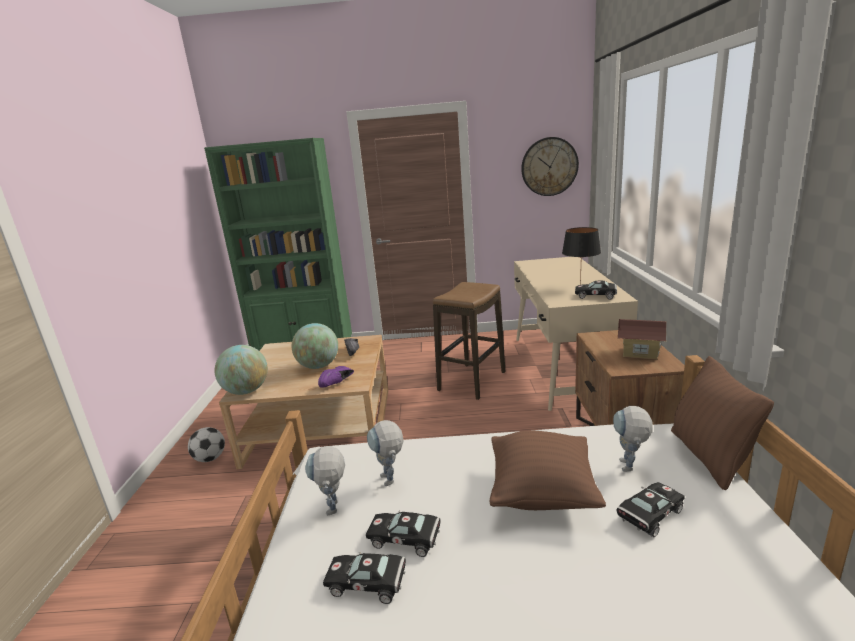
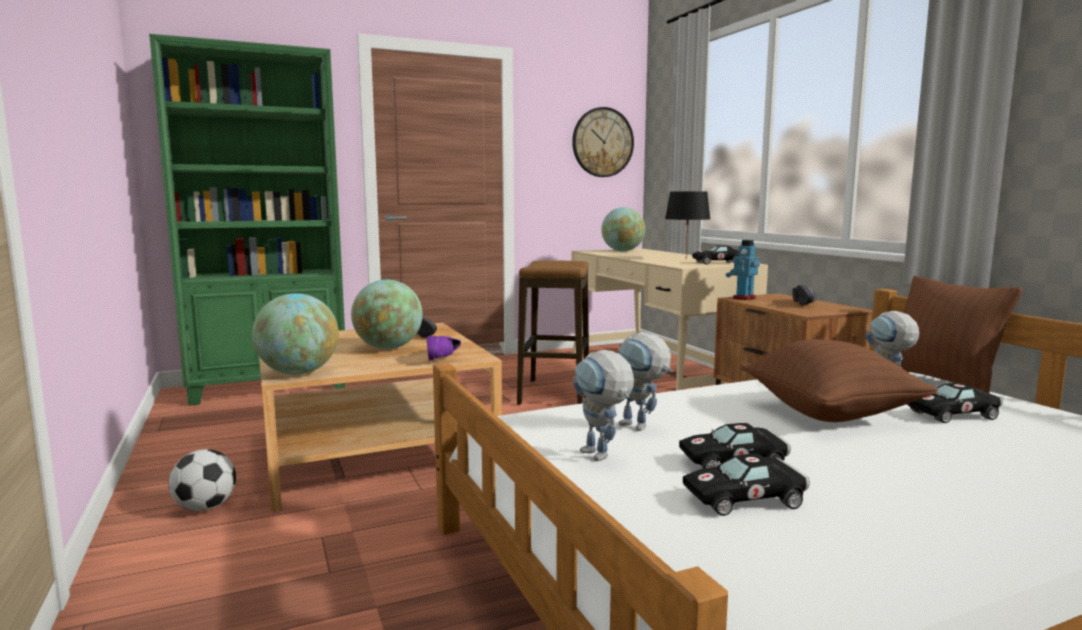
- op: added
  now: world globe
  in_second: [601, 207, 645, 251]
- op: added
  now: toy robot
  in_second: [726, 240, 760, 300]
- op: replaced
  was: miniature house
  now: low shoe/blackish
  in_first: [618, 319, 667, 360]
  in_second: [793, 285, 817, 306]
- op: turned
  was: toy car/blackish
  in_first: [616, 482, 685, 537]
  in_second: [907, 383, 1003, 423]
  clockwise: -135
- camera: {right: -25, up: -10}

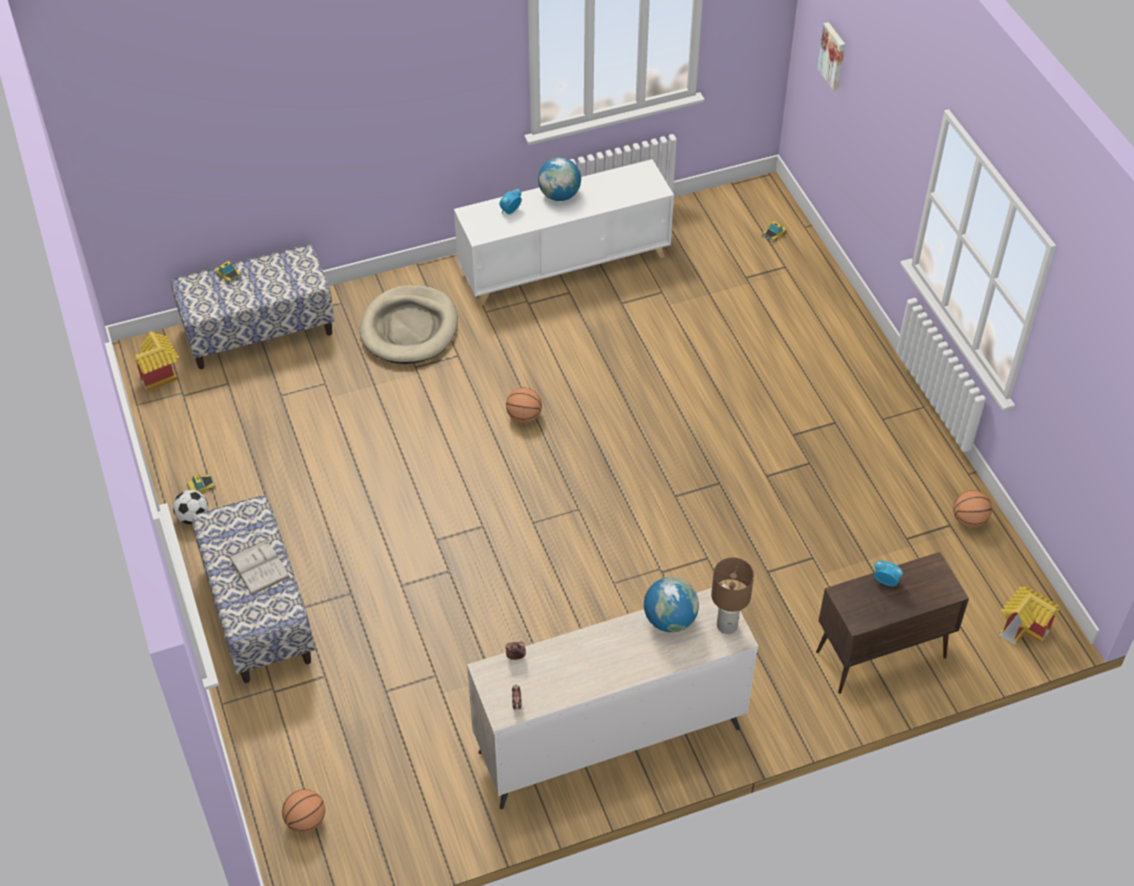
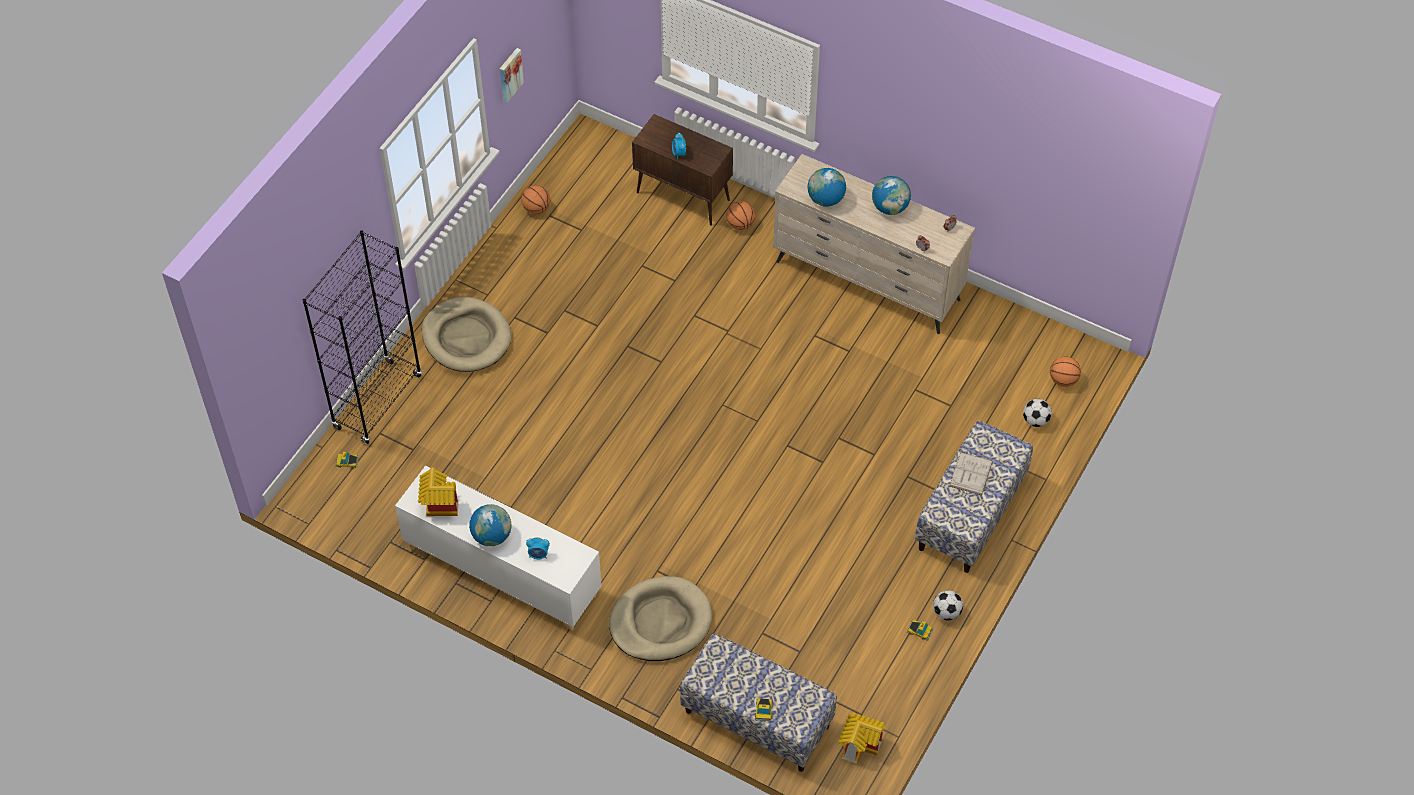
- op: removed
  was: lamp for a table/brown
  in_first: [711, 557, 754, 634]
- op: added
  now: bookshelf/blackish
  in_second: [303, 230, 422, 444]
- op: added
  now: pet bed/sand-coloured
  in_second: [422, 297, 512, 372]
- op: added
  now: world globe
  in_second: [872, 176, 911, 215]
- op: added
  now: ball for football
  in_second: [1023, 399, 1052, 427]
- op: moved
  was: ball for basketball
  in_first: [506, 388, 542, 423]
  in_second: [726, 201, 755, 230]
- op: moved
  was: wall art
  in_first: [817, 22, 845, 91]
  in_second: [500, 48, 524, 103]
- op: moved
  was: miniature house
  in_first: [999, 586, 1059, 645]
  in_second: [418, 468, 459, 516]
- camera: {right: -130, up: 5}

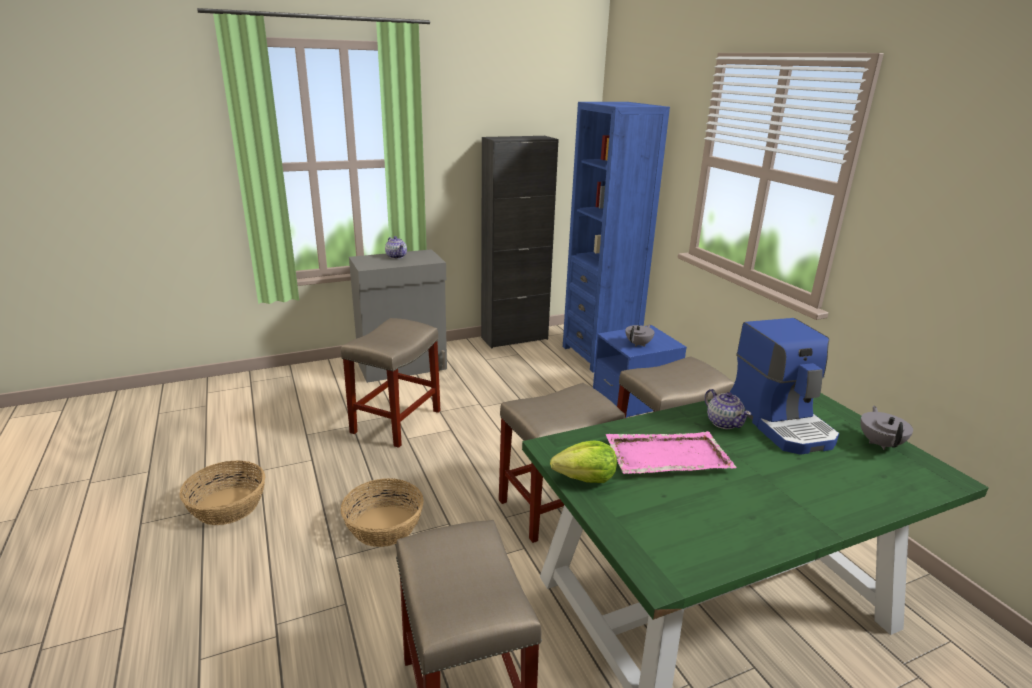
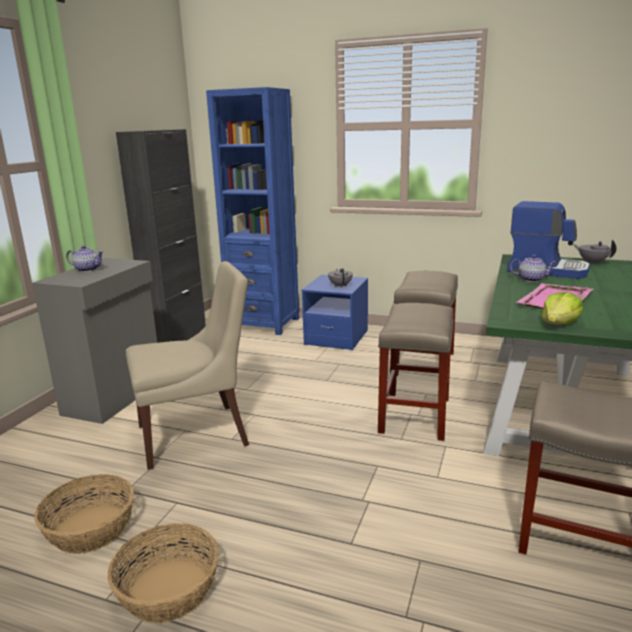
- op: moved
  was: storage basket
  in_first: [340, 478, 424, 547]
  in_second: [34, 474, 134, 554]
- op: replaced
  was: sitting stool/sand-coloured
  now: chair/sand-coloured
  in_first: [341, 318, 440, 448]
  in_second: [126, 261, 249, 470]
- camera: {right: -45, up: -5}

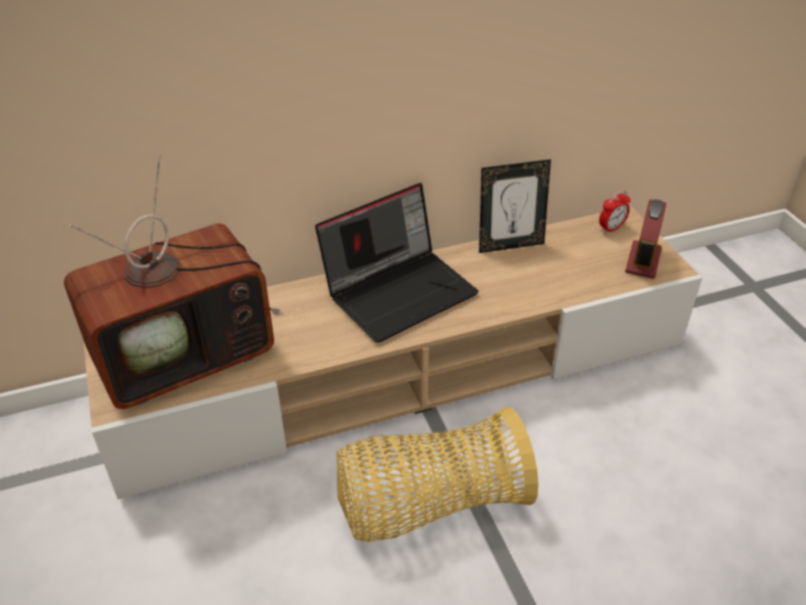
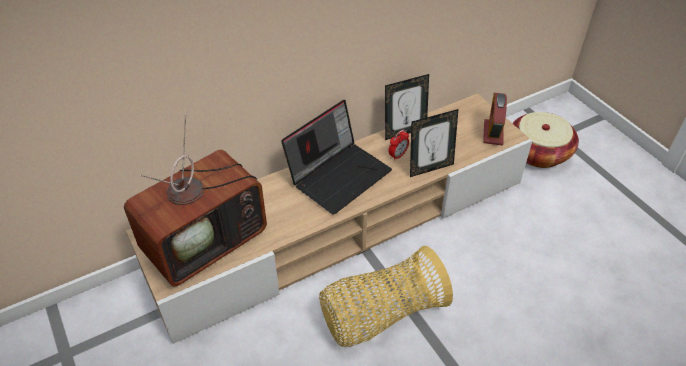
- op: added
  now: picture frame
  in_second: [410, 109, 458, 177]
- op: added
  now: storage basket
  in_second: [512, 112, 579, 168]
- op: moved
  was: table clock
  in_first: [599, 190, 630, 234]
  in_second: [388, 130, 409, 161]
- camera: {right: -10, up: 5}

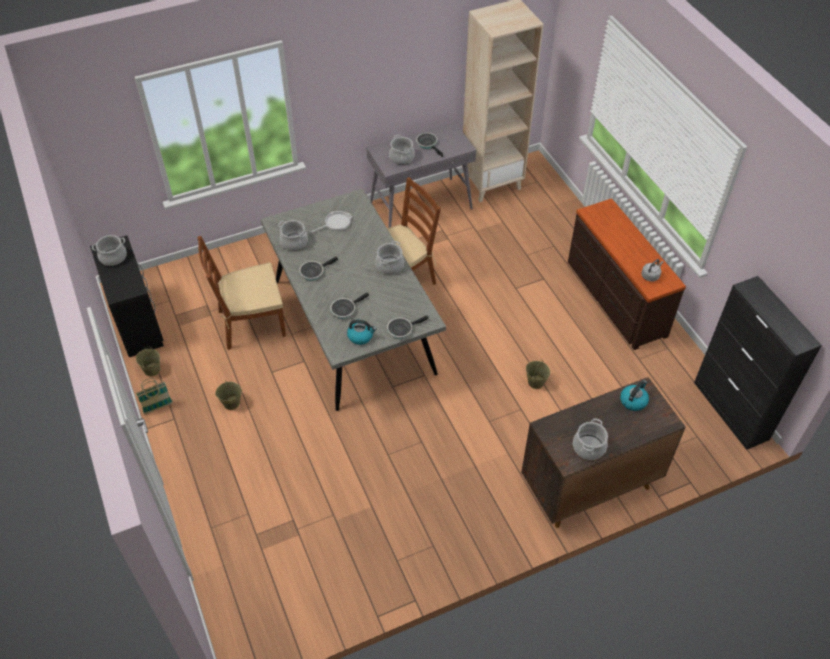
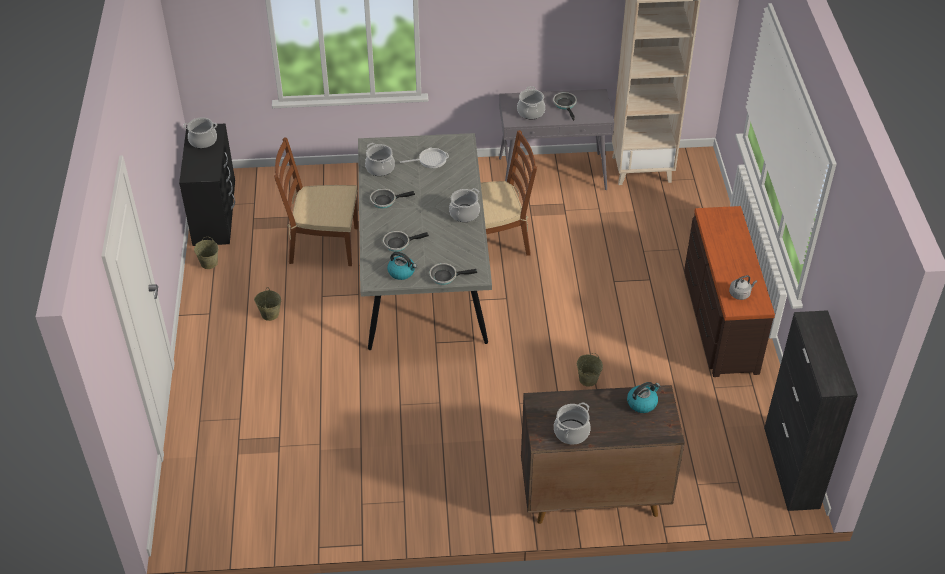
- op: removed
  was: storage basket
  in_first: [136, 378, 173, 414]
- camera: {right: 20, up: -5}

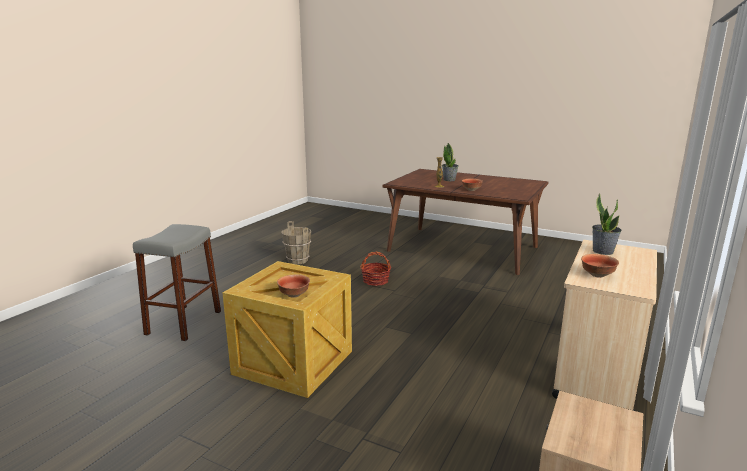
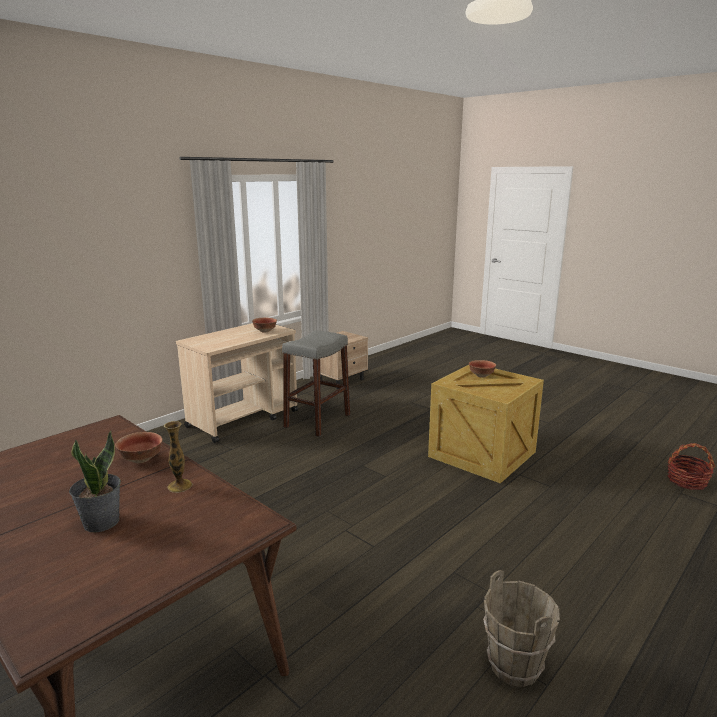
- op: removed
  was: plant in a pot
  in_first: [592, 193, 622, 255]
- op: moved
  was: sitting stool/grey
  in_first: [133, 224, 221, 341]
  in_second: [282, 330, 350, 437]
- op: moved
  was: storage basket
  in_first: [360, 252, 391, 286]
  in_second: [668, 443, 715, 490]
- camera: {right: -165, up: 0}

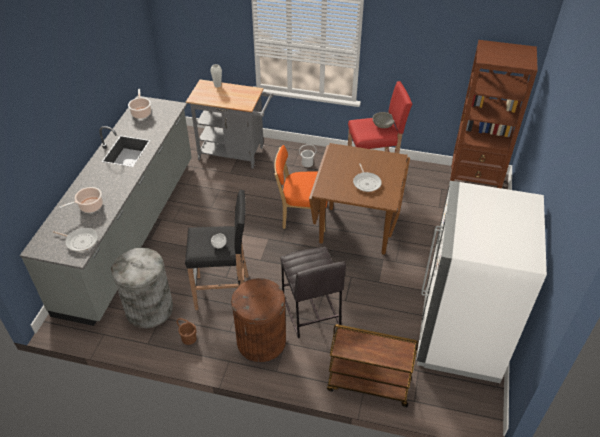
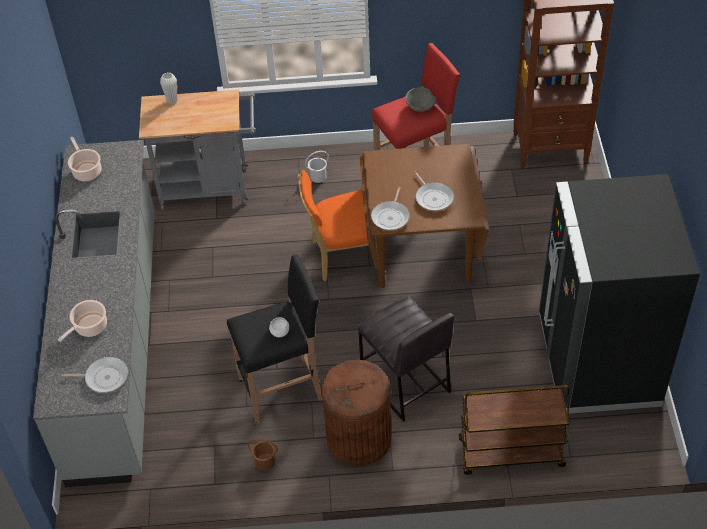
- op: removed
  was: waste bin/grey
  in_first: [111, 248, 173, 328]
- op: added
  now: skillet
  in_second: [371, 187, 410, 230]
- op: recoloured
  was: refrigerator/white
  now: refrigerator/blackish
  in_first: [416, 181, 547, 383]
  in_second: [539, 174, 700, 414]
- camera: {right: -15, up: 5}

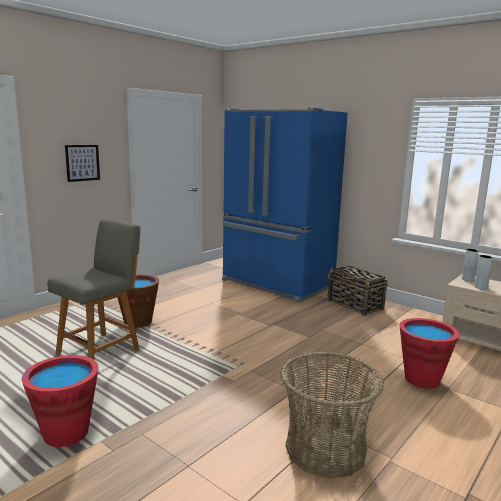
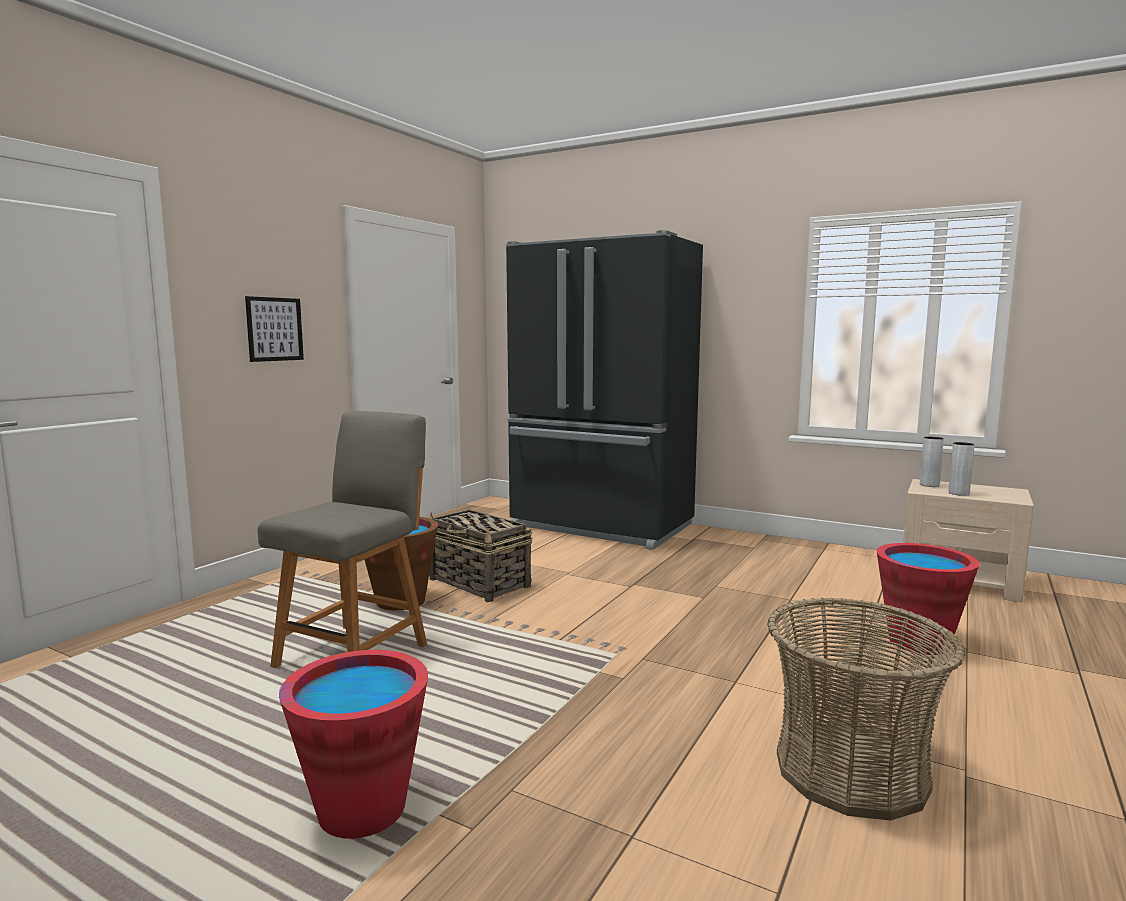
- op: moved
  was: storage basket
  in_first: [327, 266, 388, 316]
  in_second: [429, 510, 532, 602]
- op: recoloured
  was: refrigerator/blue-coloured
  now: refrigerator/blackish
  in_first: [222, 108, 348, 303]
  in_second: [506, 230, 703, 550]
- camera: {right: -10, up: -5}

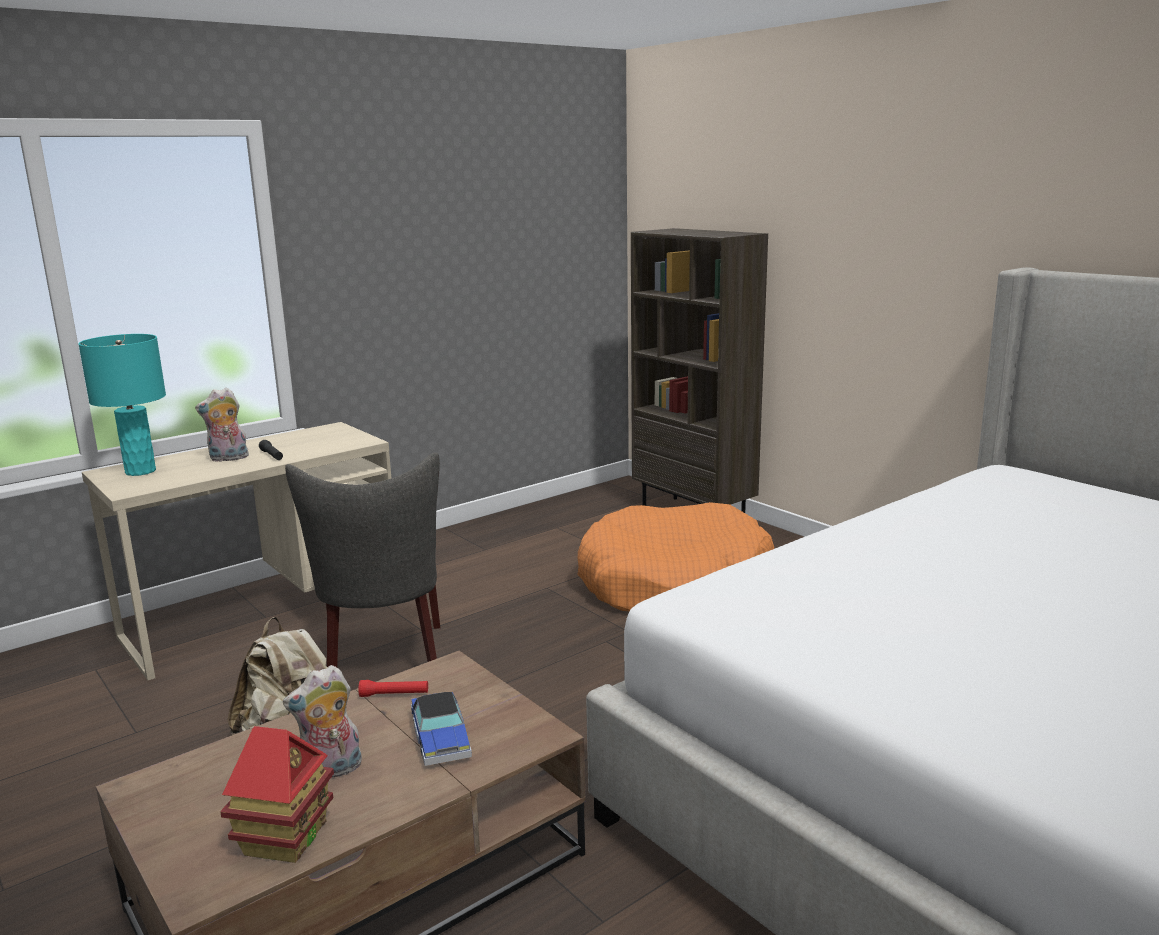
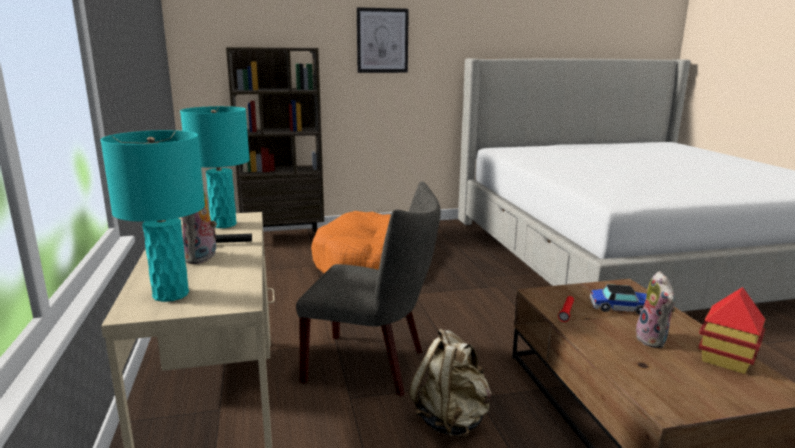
- op: added
  now: lamp for a table/blue-green
  in_second: [180, 106, 250, 228]
- op: added
  now: wall art
  in_second: [357, 7, 409, 73]
- camera: {right: -65, up: 0}

